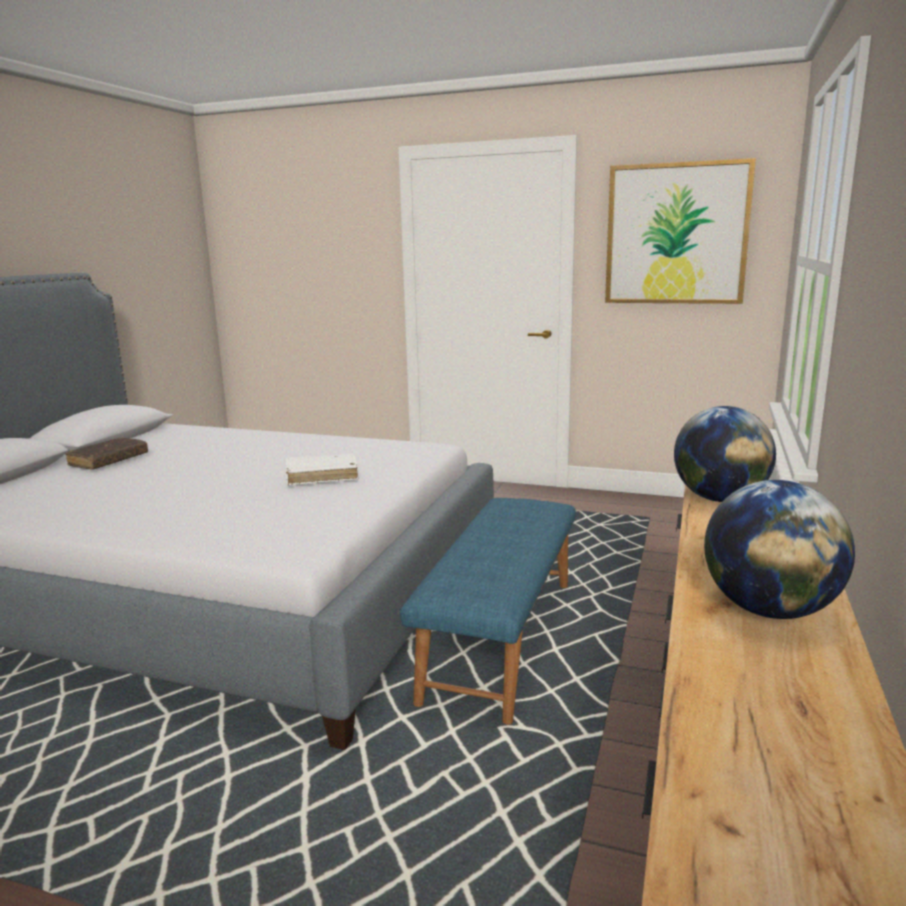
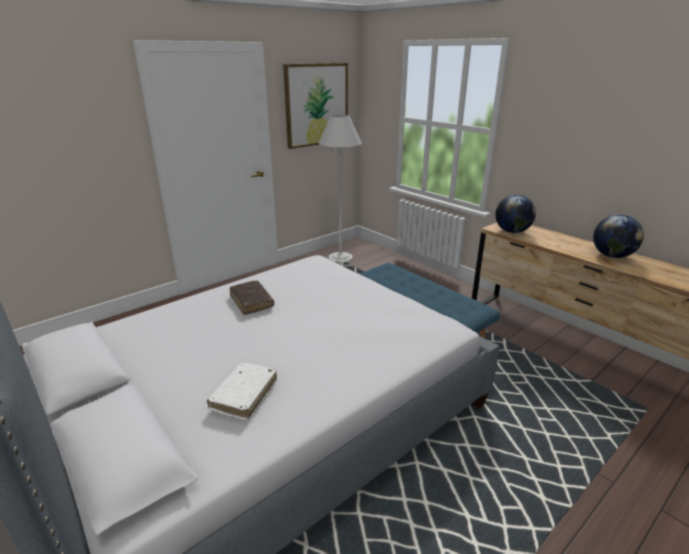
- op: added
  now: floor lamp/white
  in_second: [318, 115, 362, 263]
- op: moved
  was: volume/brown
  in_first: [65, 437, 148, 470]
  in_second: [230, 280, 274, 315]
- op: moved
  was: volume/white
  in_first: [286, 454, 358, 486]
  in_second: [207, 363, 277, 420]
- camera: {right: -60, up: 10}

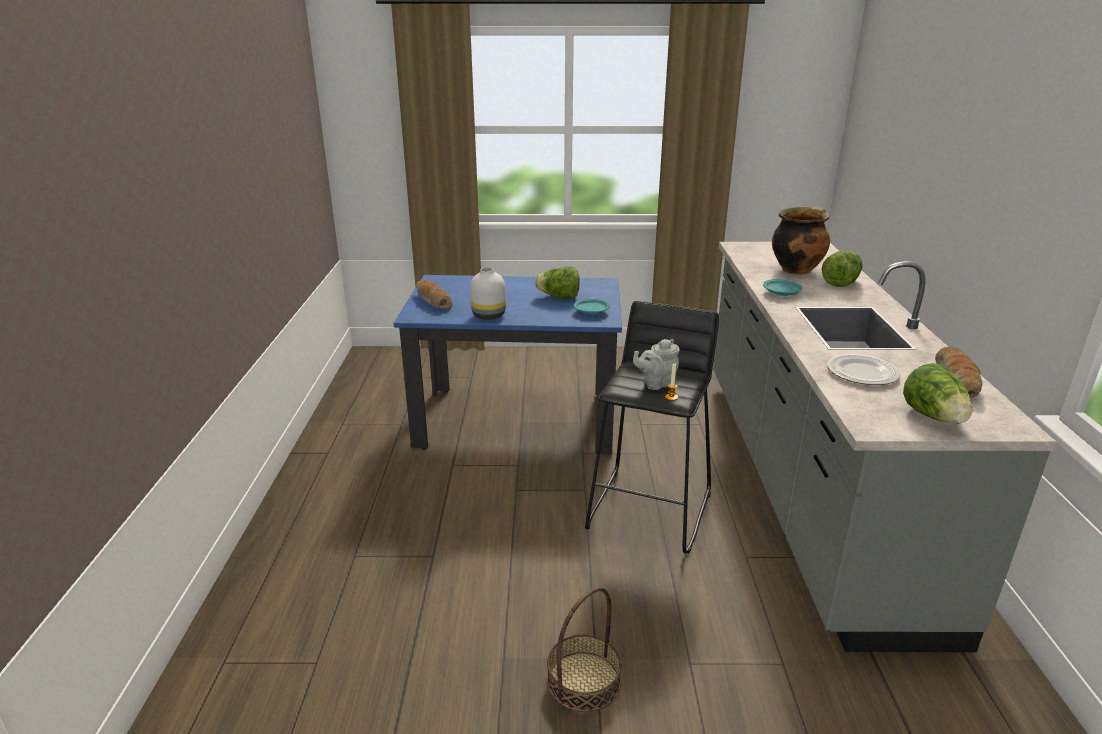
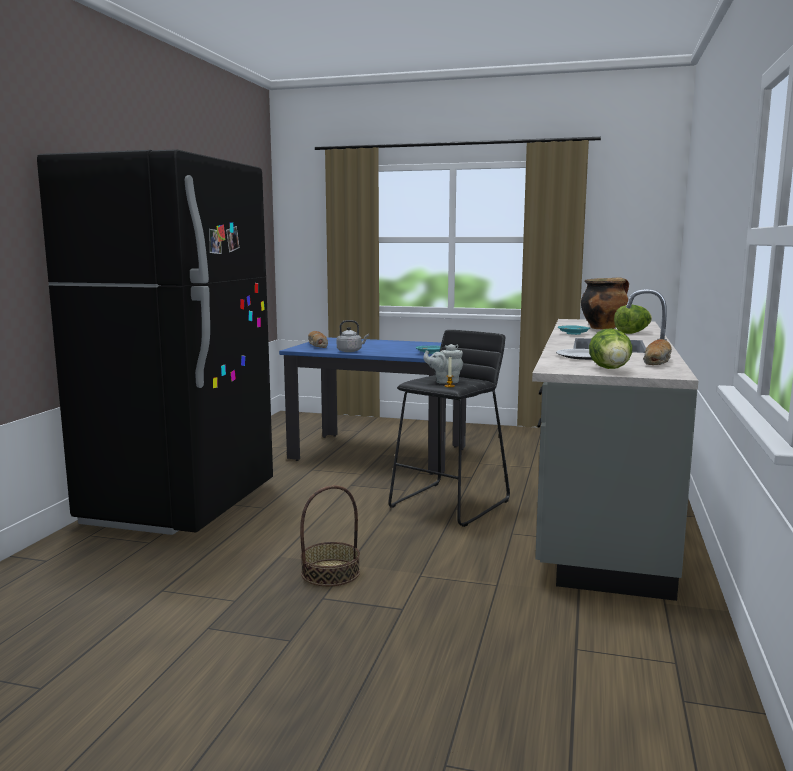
- op: removed
  was: lettuce
  in_first: [535, 267, 580, 299]
- op: added
  now: refrigerator/blackish
  in_second: [37, 149, 273, 535]
- op: replaced
  was: vase/white
  now: water kettle/grey
  in_first: [470, 267, 506, 320]
  in_second: [337, 320, 369, 352]
- camera: {right: 15, up: -15}

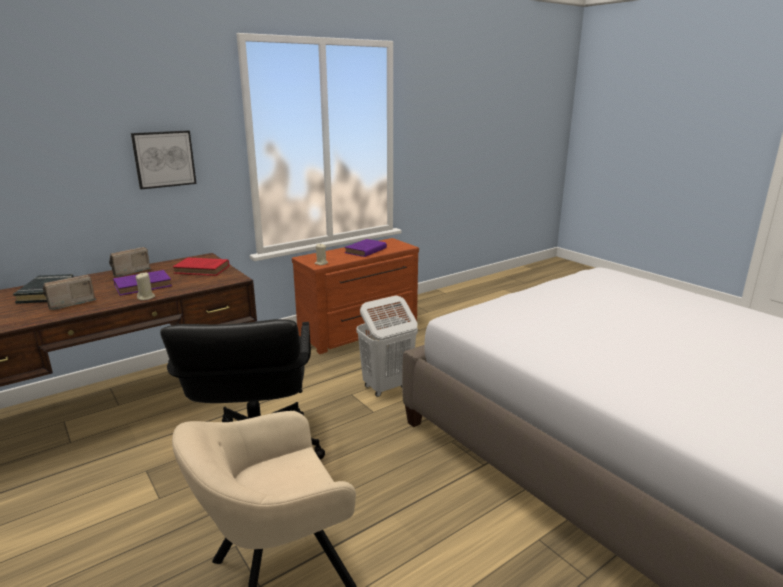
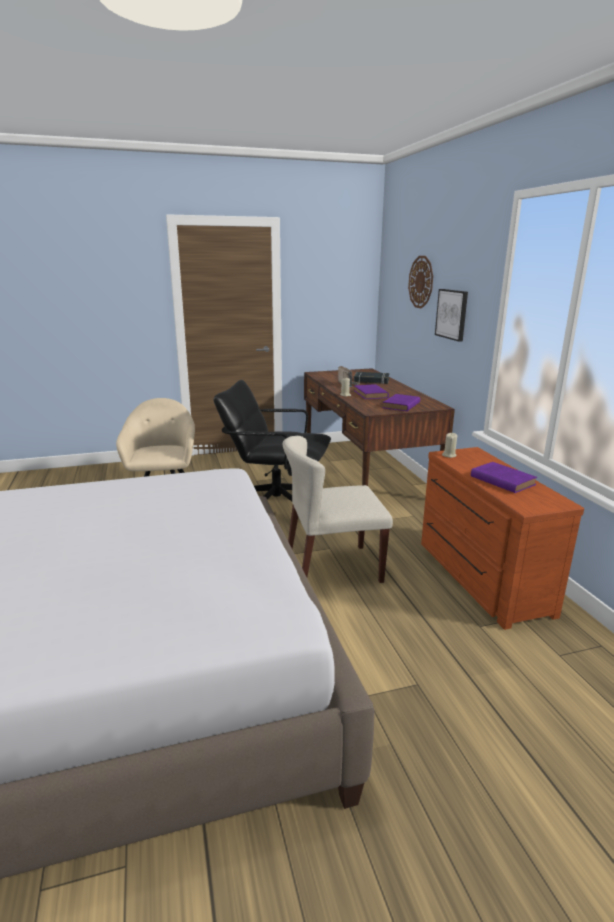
- op: removed
  was: radio receiver
  in_first: [109, 247, 150, 277]
- op: added
  now: hanging clock
  in_second: [408, 256, 433, 309]
- op: replaced
  was: hamper/white
  now: chair/sand-coloured
  in_first: [356, 295, 418, 397]
  in_second: [283, 436, 393, 583]
- op: recoloured
  was: volume/red-coloured
  now: volume/purple-coloured
  in_first: [173, 257, 229, 276]
  in_second: [382, 394, 420, 411]
- camera: {right: 110, up: 0}

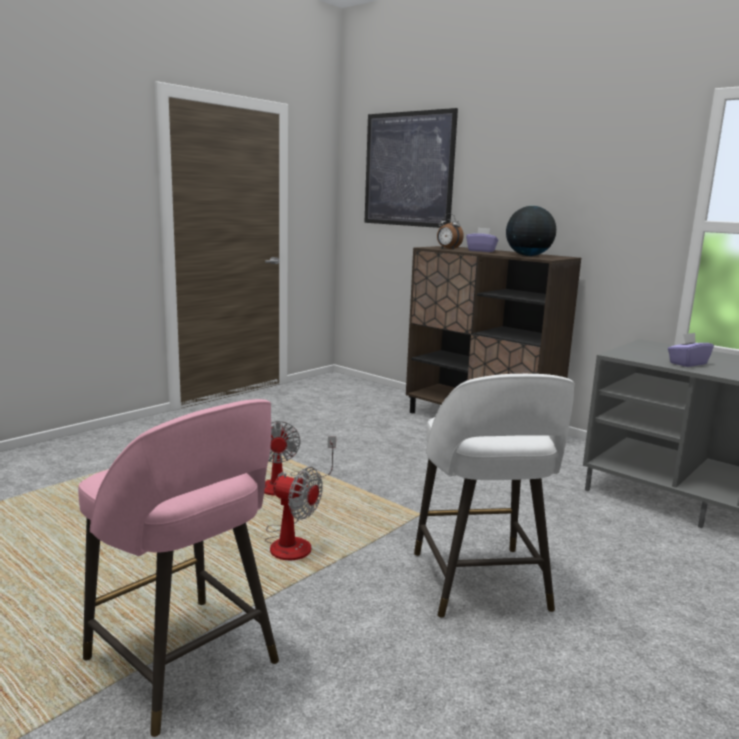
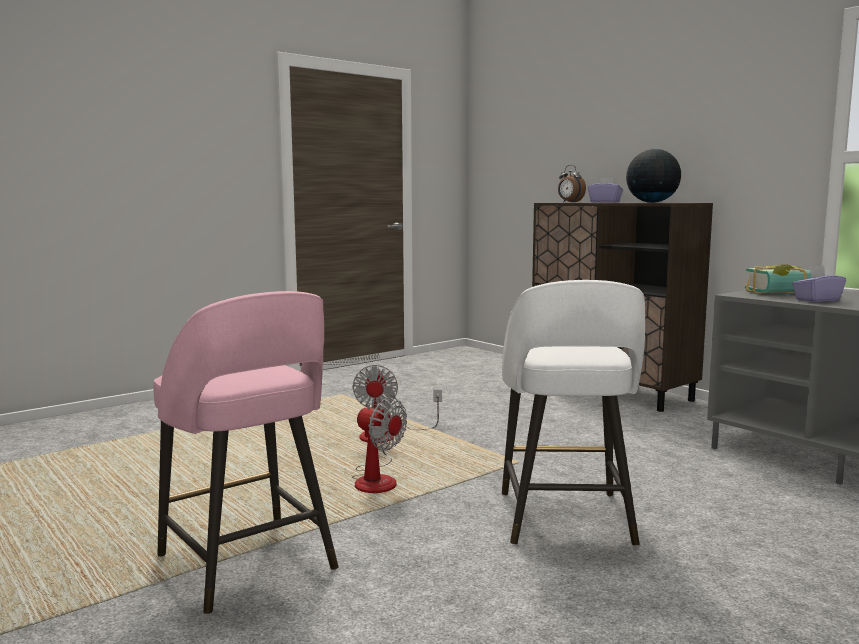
- op: removed
  was: wall art
  in_first: [364, 108, 458, 228]
- op: added
  now: volume
  in_second: [745, 264, 812, 294]
- camera: {right: 10, up: -5}

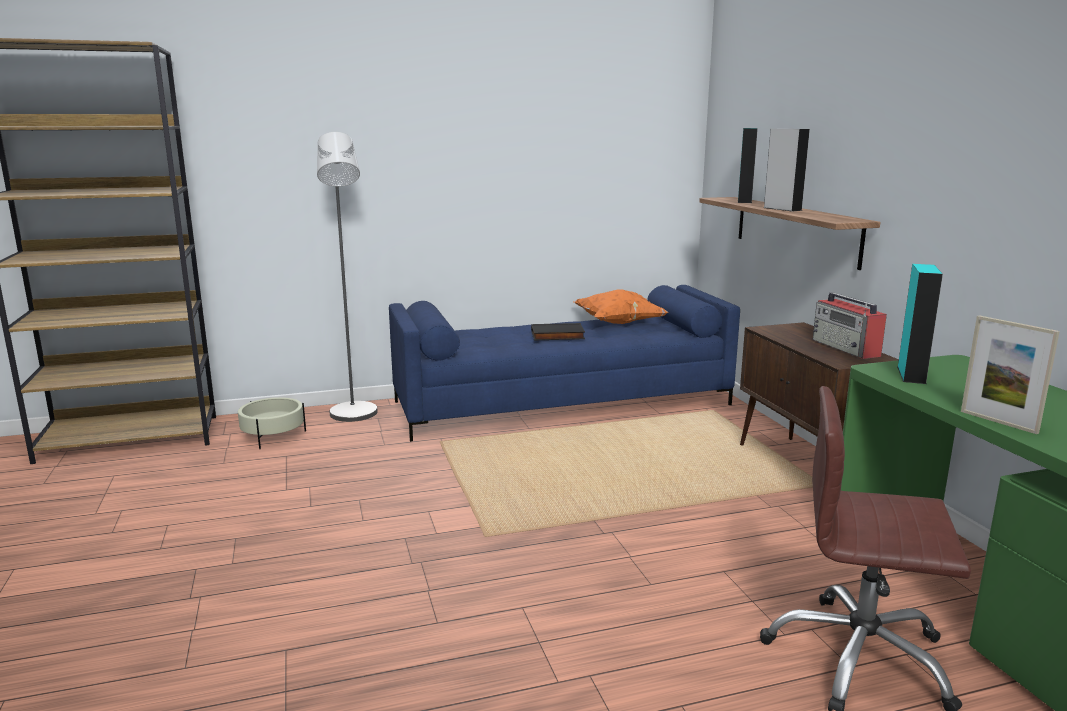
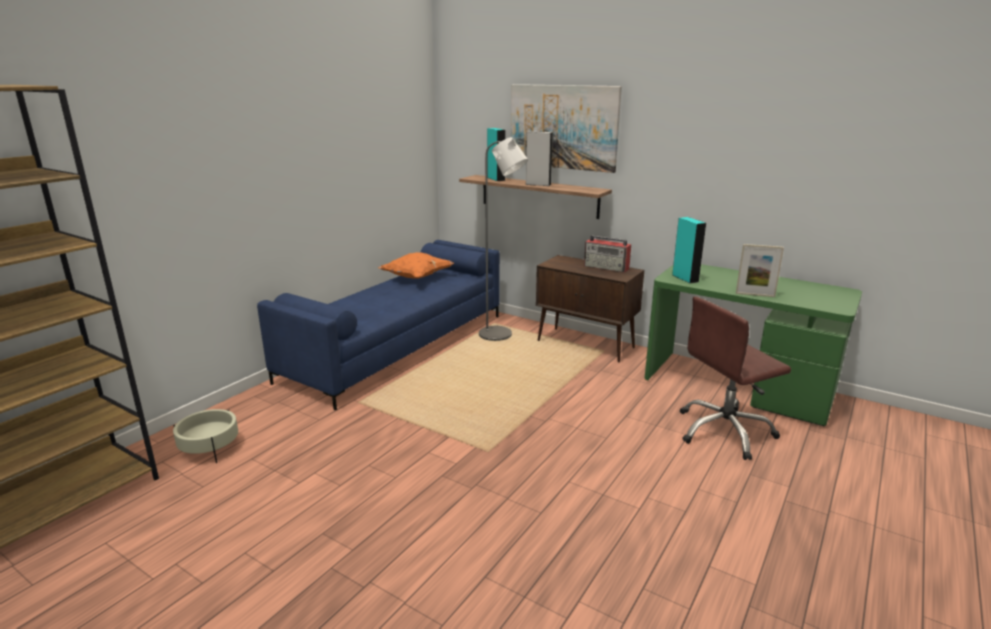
- op: removed
  was: volume/blackish
  in_first: [531, 323, 585, 340]
- op: added
  now: wall art
  in_second: [511, 84, 622, 173]
- op: moved
  was: floor lamp/grey
  in_first: [317, 132, 378, 422]
  in_second: [479, 137, 528, 341]
- camera: {right: -40, up: 5}

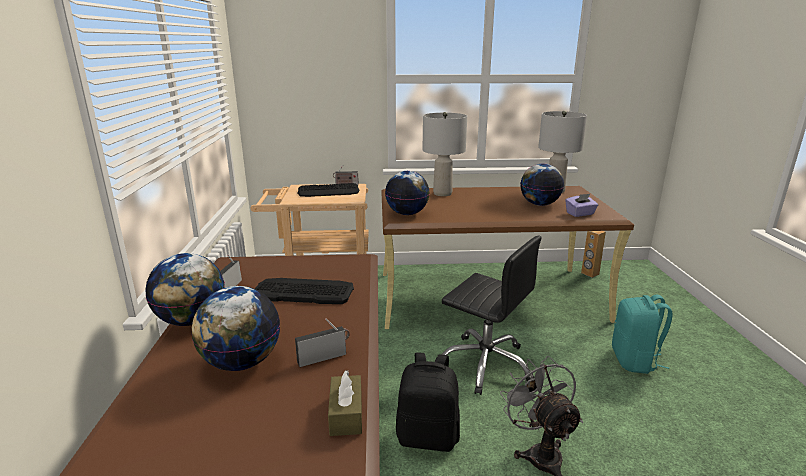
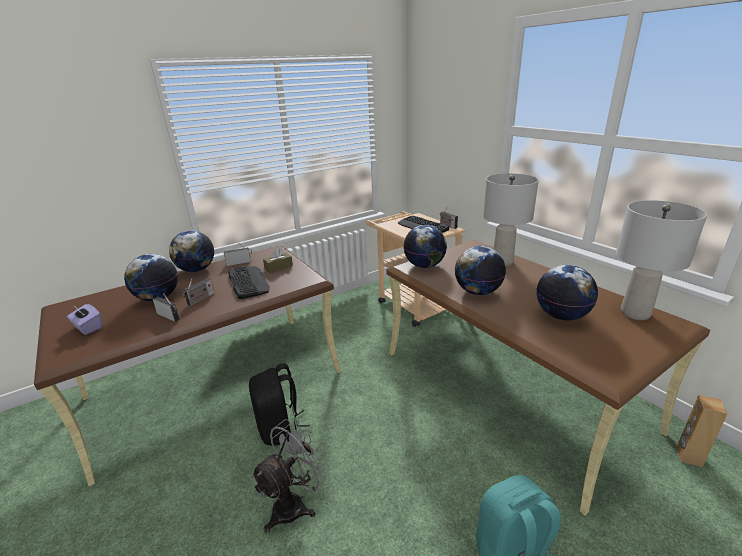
- op: removed
  was: office chair/blackish
  in_first: [441, 236, 542, 395]
- op: added
  now: radio receiver
  in_second: [182, 278, 215, 306]
- op: added
  now: world globe
  in_second: [455, 246, 506, 295]
- op: moved
  was: box of tissues/brown
  in_first: [328, 370, 362, 436]
  in_second: [263, 248, 293, 273]
- op: moved
  was: box of tissues/purple-coloured
  in_first: [565, 194, 598, 217]
  in_second: [67, 304, 103, 335]
- camera: {right: 60, up: 5}

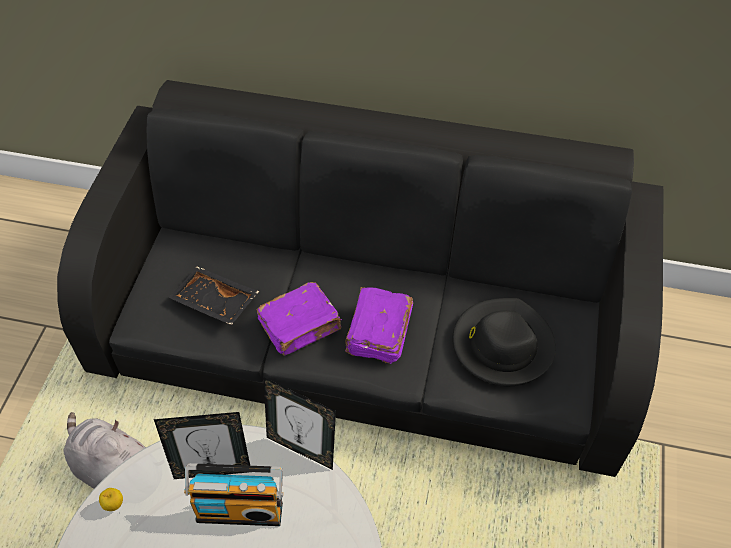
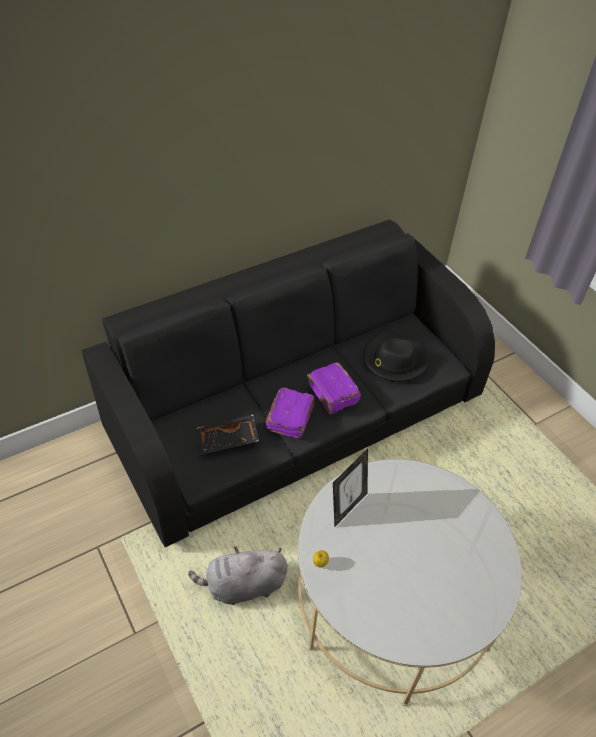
- op: removed
  was: radio receiver
  in_first: [184, 463, 283, 526]
- op: removed
  was: picture frame
  in_first: [264, 378, 336, 470]
- camera: {right: -45, up: -5}

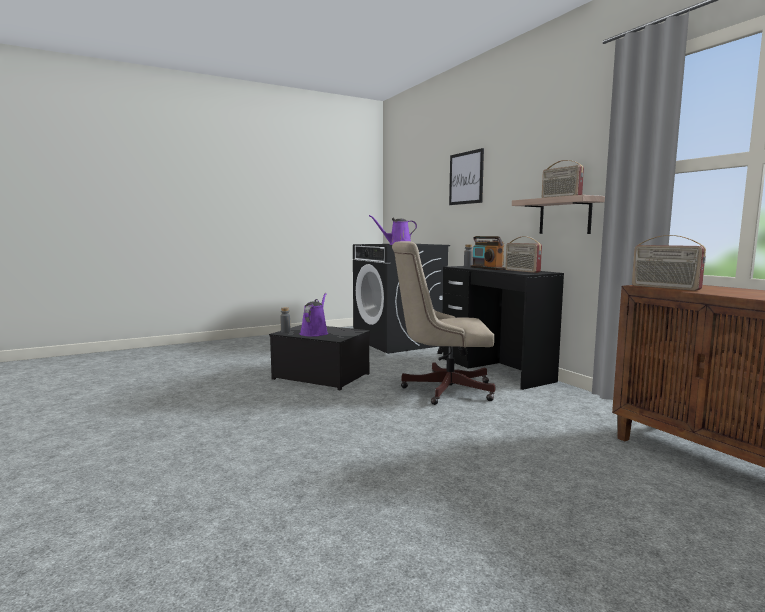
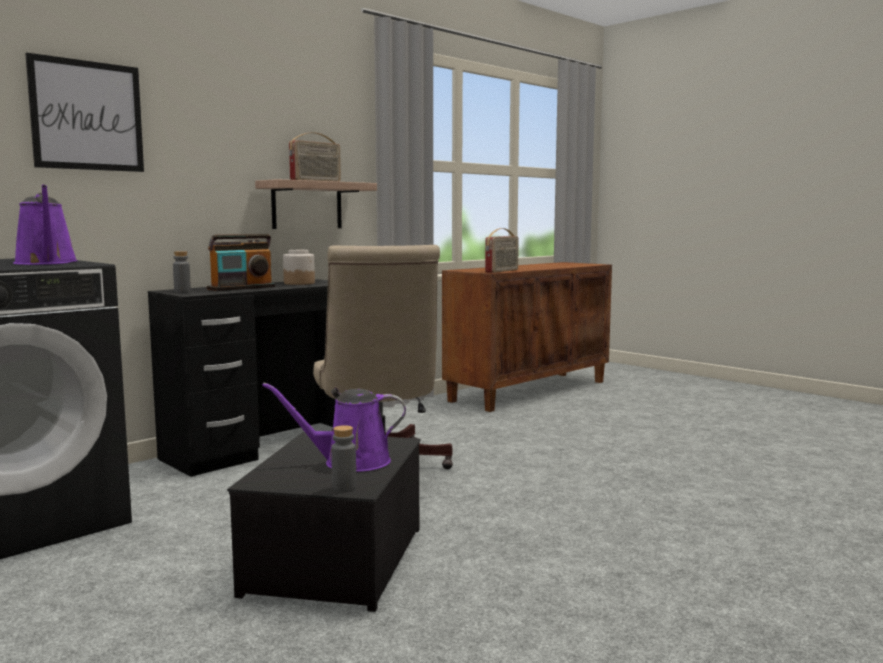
- op: replaced
  was: radio receiver
  now: preserve jar
  in_first: [505, 236, 542, 273]
  in_second: [283, 250, 315, 285]
- camera: {right: -105, up: 0}

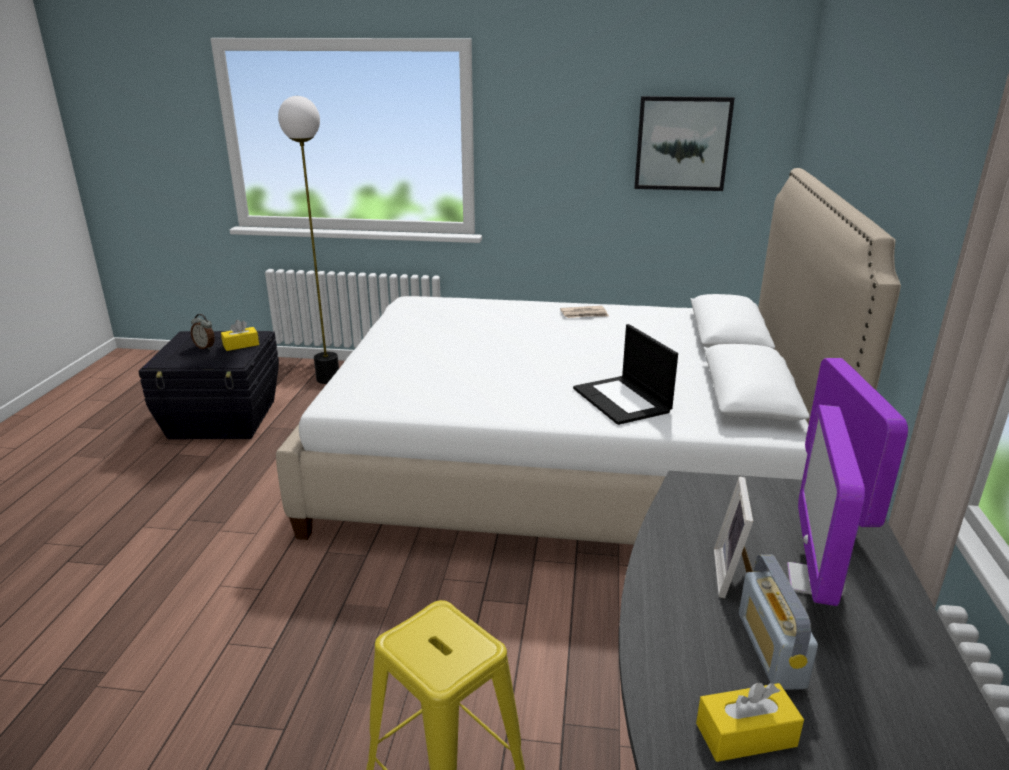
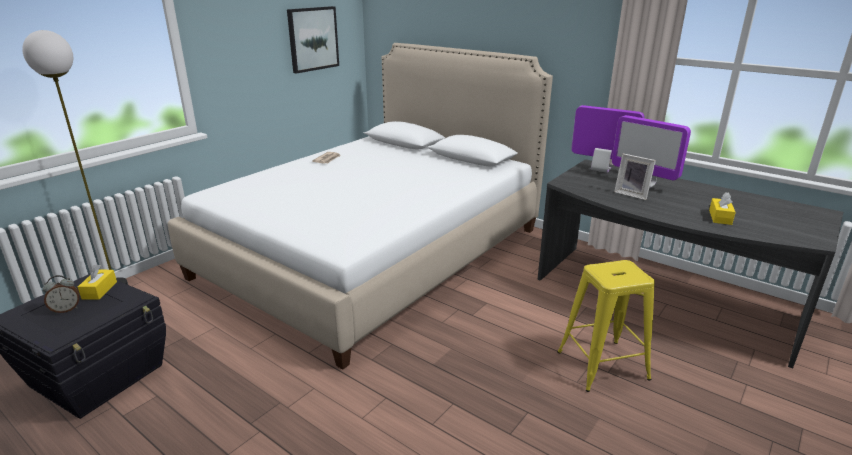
- op: removed
  was: notebook computer
  in_first: [573, 324, 678, 425]
- op: removed
  was: radio receiver
  in_first: [739, 554, 818, 690]
- camera: {right: -60, up: 0}

